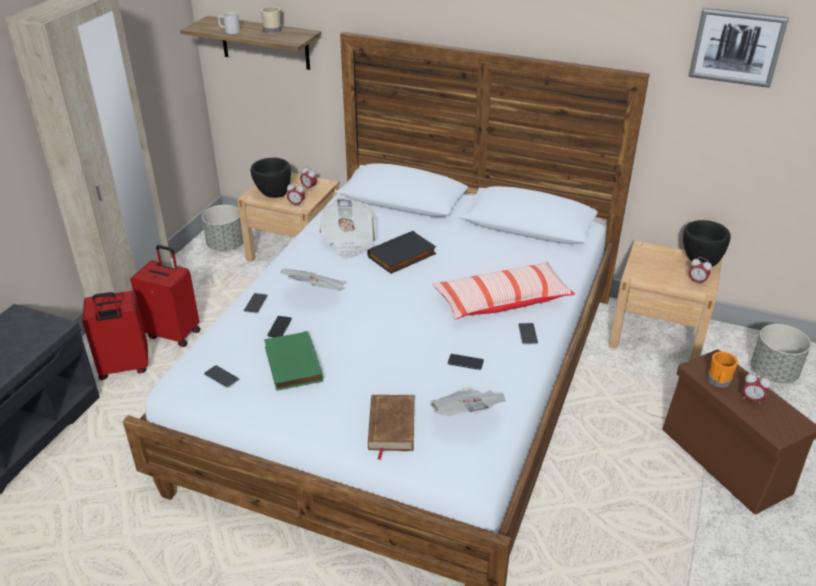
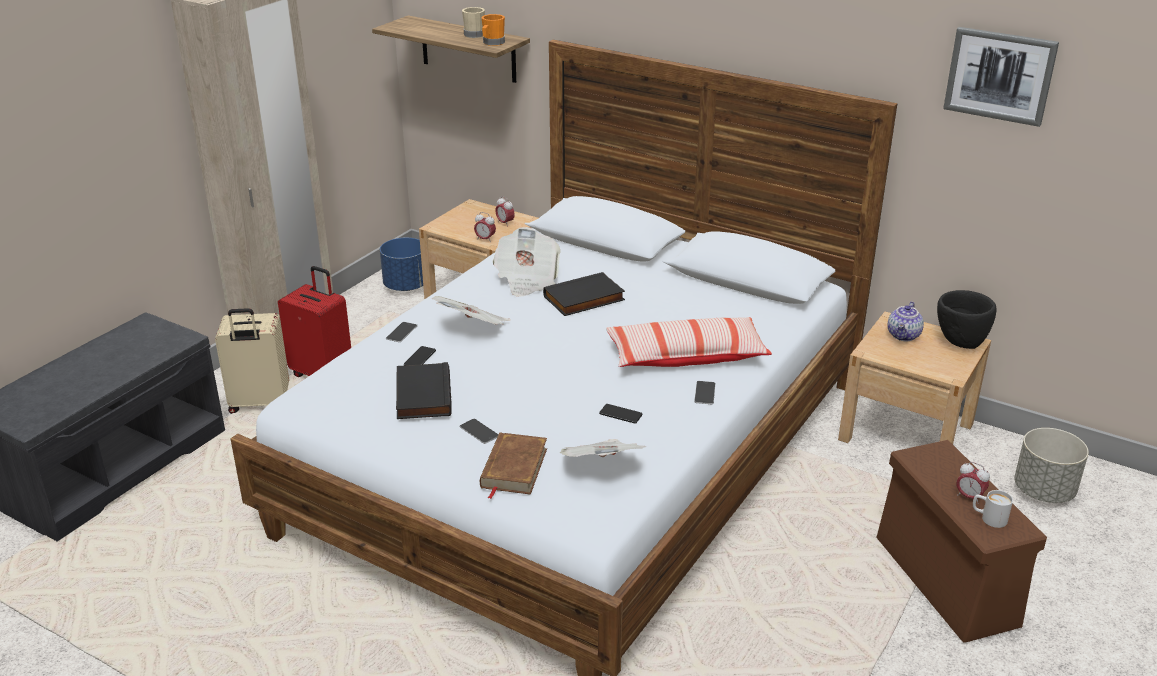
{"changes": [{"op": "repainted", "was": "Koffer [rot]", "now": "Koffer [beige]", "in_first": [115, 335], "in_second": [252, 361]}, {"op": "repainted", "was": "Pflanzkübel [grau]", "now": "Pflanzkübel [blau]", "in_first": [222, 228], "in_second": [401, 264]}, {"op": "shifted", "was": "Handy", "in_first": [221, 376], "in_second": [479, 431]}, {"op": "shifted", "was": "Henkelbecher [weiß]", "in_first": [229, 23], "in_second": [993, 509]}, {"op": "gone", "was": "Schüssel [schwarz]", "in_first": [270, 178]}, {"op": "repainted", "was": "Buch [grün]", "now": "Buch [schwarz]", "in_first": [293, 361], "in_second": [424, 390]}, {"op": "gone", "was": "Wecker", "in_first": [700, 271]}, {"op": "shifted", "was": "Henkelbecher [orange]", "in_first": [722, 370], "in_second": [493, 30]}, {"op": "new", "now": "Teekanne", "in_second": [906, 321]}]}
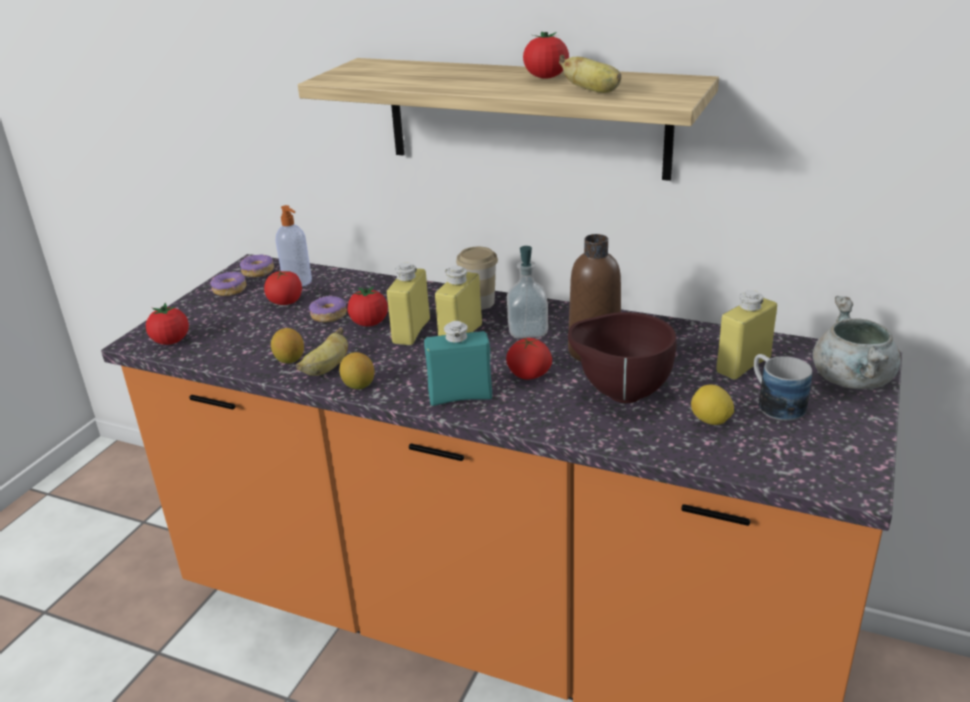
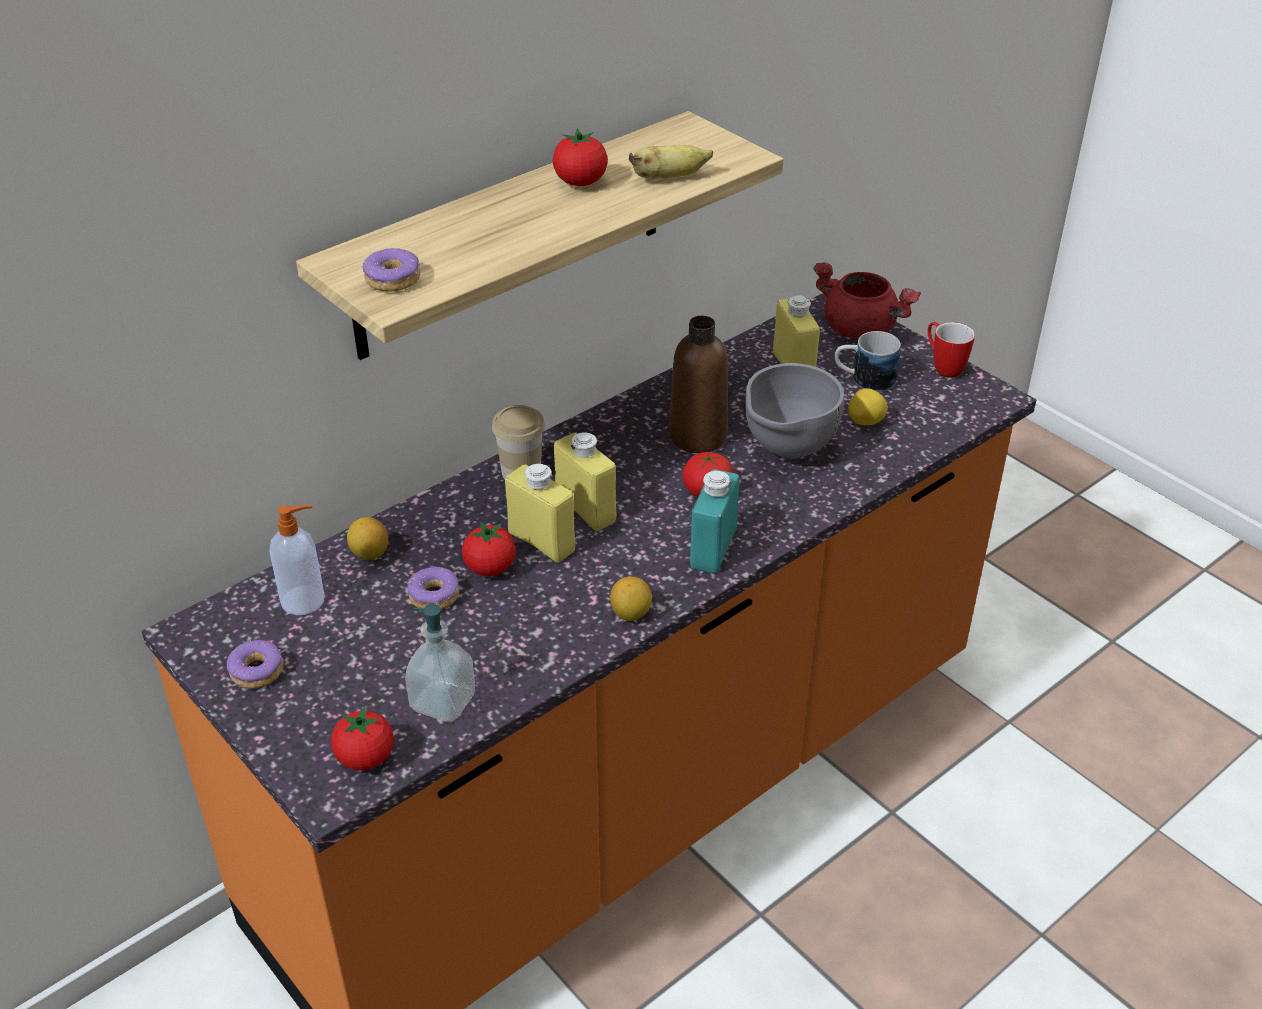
{"changes": [{"op": "shifted", "was": "Donut", "in_first": [257, 266], "in_second": [391, 270]}, {"op": "gone", "was": "Tomate", "in_first": [283, 288]}, {"op": "shifted", "was": "Zitrone", "in_first": [287, 345], "in_second": [367, 538]}, {"op": "gone", "was": "Banane", "in_first": [322, 352]}, {"op": "shifted", "was": "Seifenspender", "in_first": [527, 292], "in_second": [440, 663]}, {"op": "repainted", "was": "Schüssel [braun]", "now": "Schüssel [grau]", "in_first": [622, 357], "in_second": [794, 411]}, {"op": "repainted", "was": "Kochtopf [grau]", "now": "Kochtopf [rot]", "in_first": [857, 342], "in_second": [867, 300]}, {"op": "new", "now": "Henkelbecher", "in_second": [951, 350]}]}
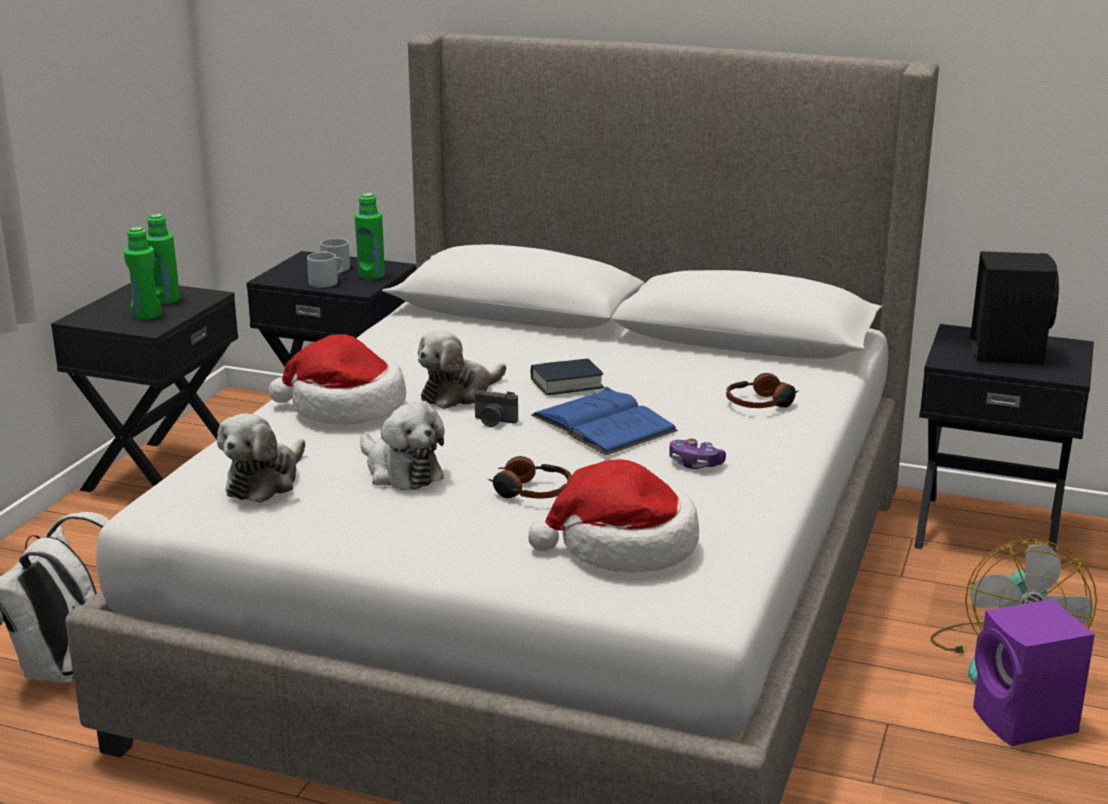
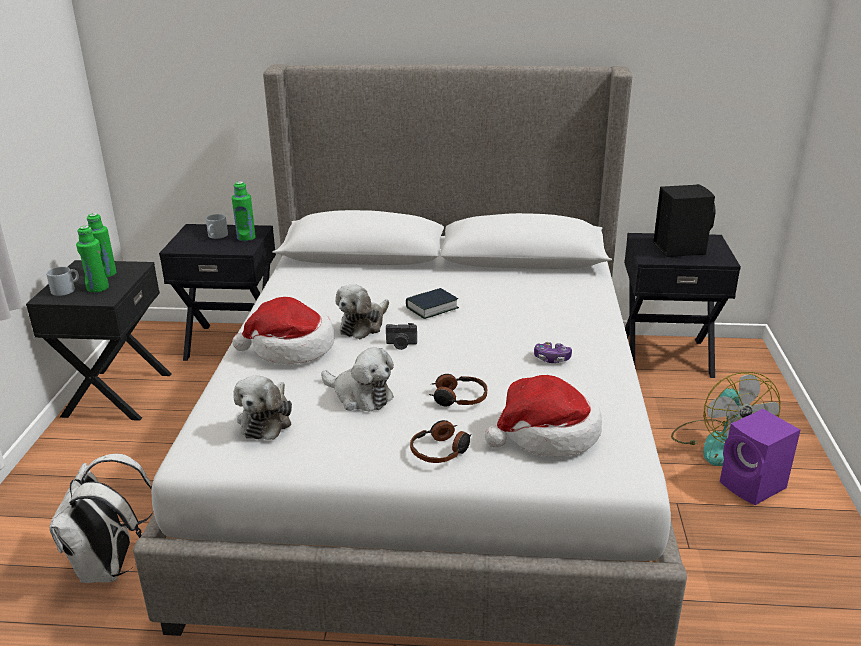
{"changes": [{"op": "shifted", "was": "Henkelbecher [grau]", "in_first": [326, 270], "in_second": [62, 281]}, {"op": "gone", "was": "Buch [blau]", "in_first": [604, 420]}, {"op": "shifted", "was": "Kopfhörer", "in_first": [762, 390], "in_second": [441, 441]}]}
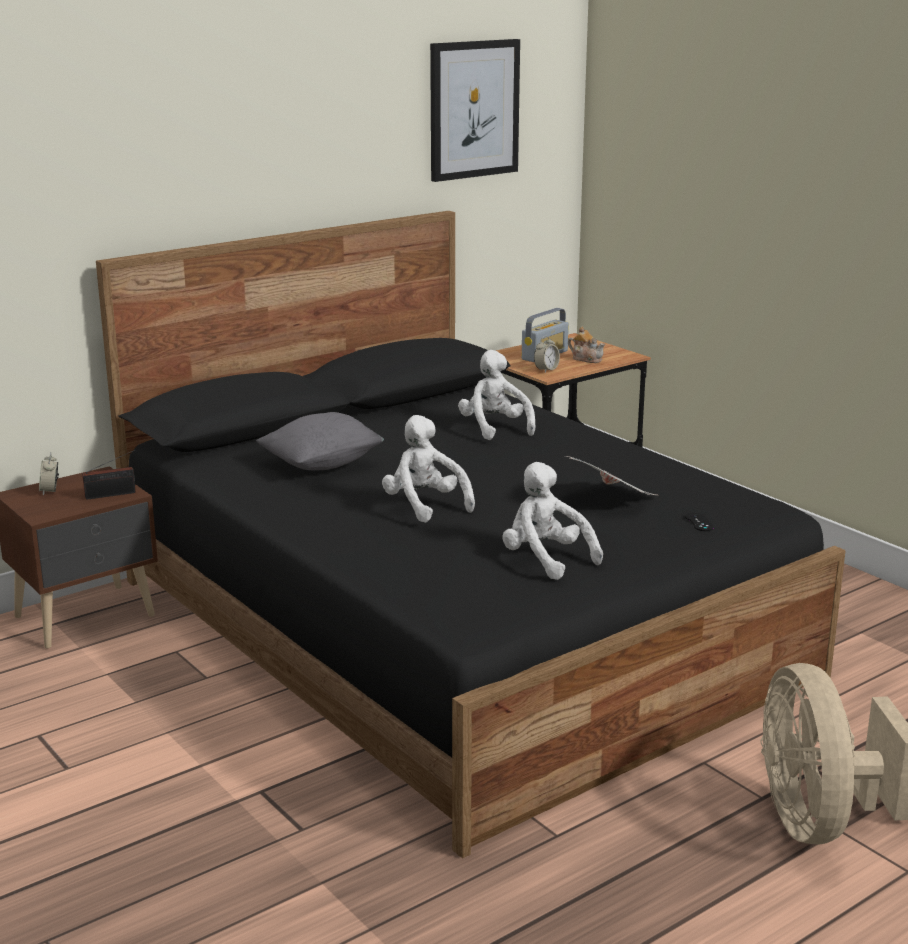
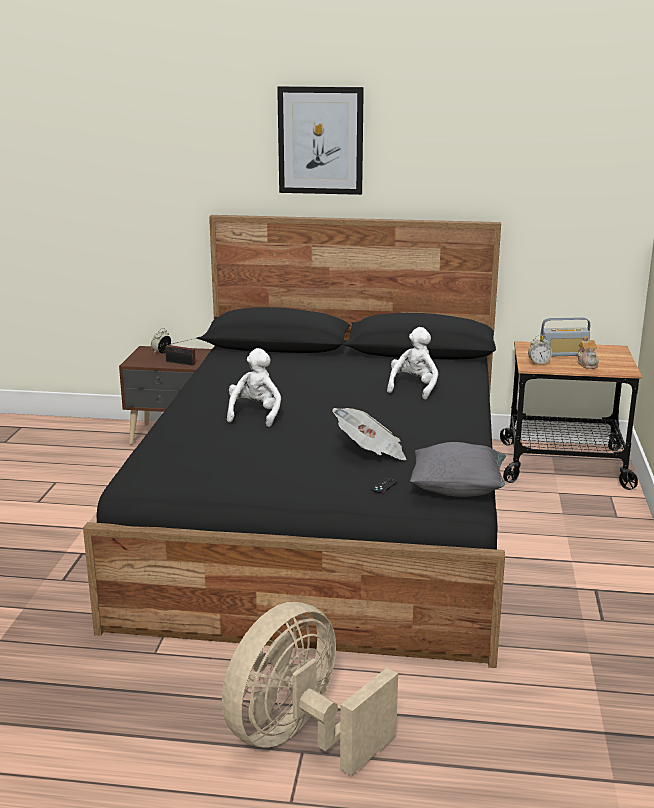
{"changes": [{"op": "shifted", "was": "Kissen [grau]", "in_first": [320, 441], "in_second": [458, 469]}, {"op": "shifted", "was": "Bild", "in_first": [475, 110], "in_second": [320, 140]}, {"op": "gone", "was": "Plüschtier [weiß]", "in_first": [552, 521]}]}
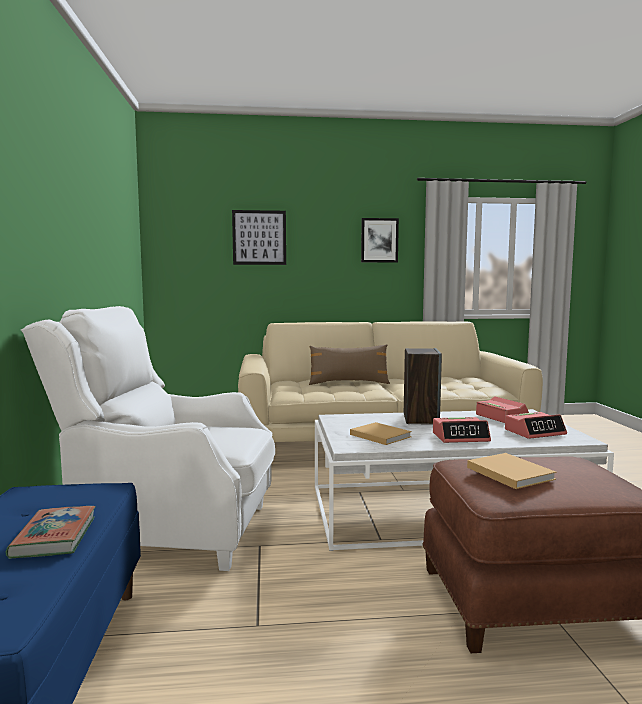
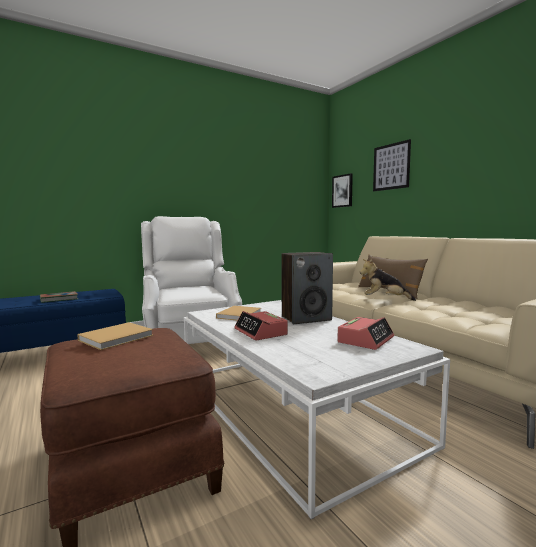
{"changes": [{"op": "shifted", "was": "Bild", "in_first": [380, 240], "in_second": [342, 190]}, {"op": "gone", "was": "Wecker", "in_first": [536, 425]}, {"op": "new", "now": "Plüschtier", "in_second": [388, 280]}]}
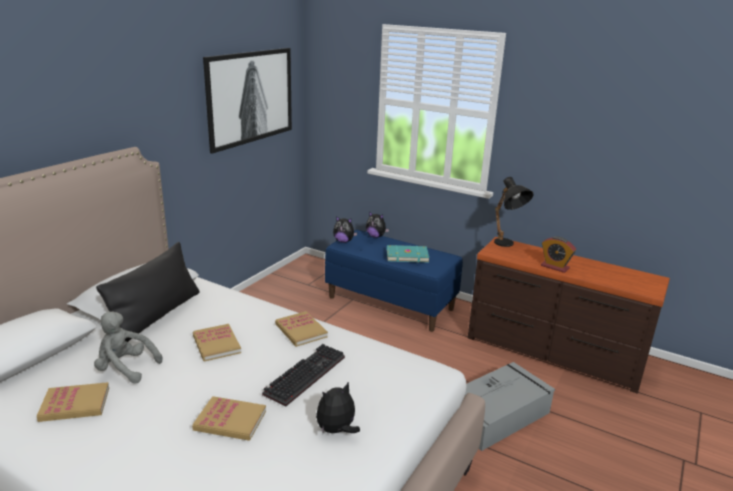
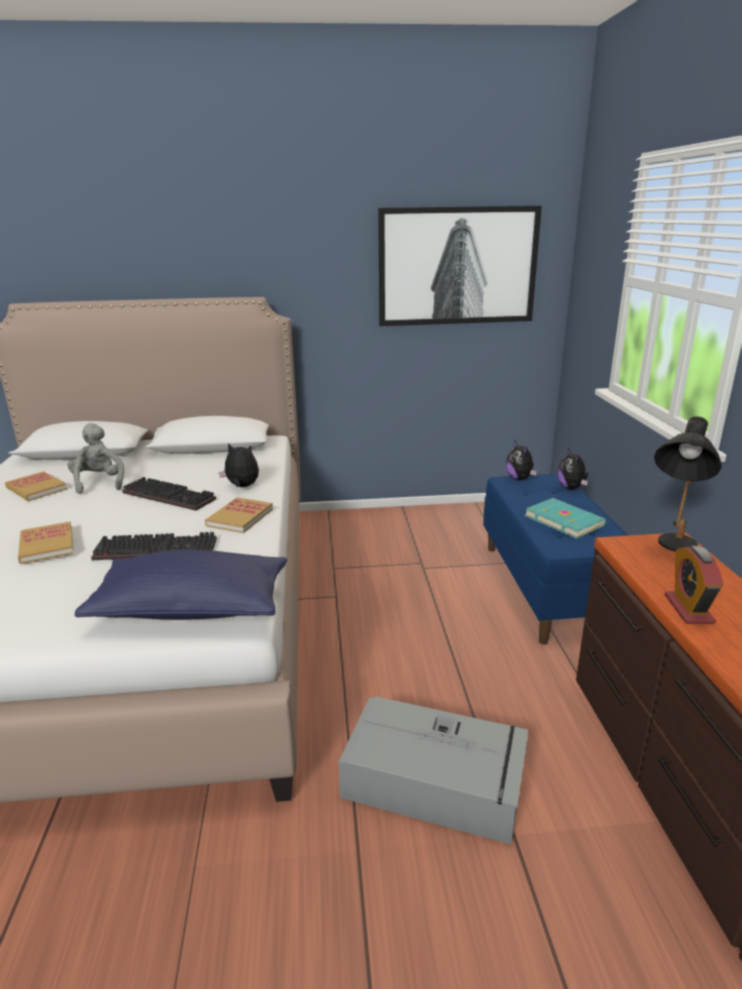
{"changes": [{"op": "gone", "was": "Kissen [schwarz]", "in_first": [148, 292]}, {"op": "swapped", "was": "Buch", "now": "Tastatur", "in_first": [217, 343], "in_second": [169, 494]}, {"op": "shifted", "was": "Plüschtier", "in_first": [338, 407], "in_second": [239, 465]}, {"op": "new", "now": "Kissen [blau]", "in_second": [180, 584]}]}
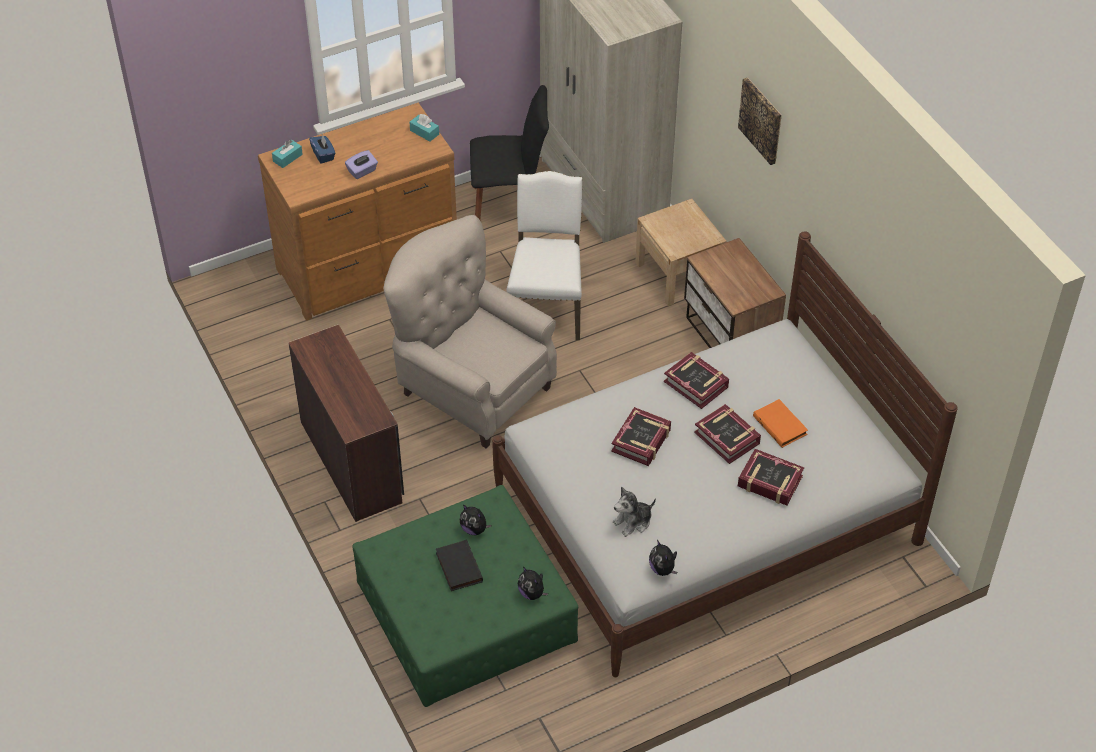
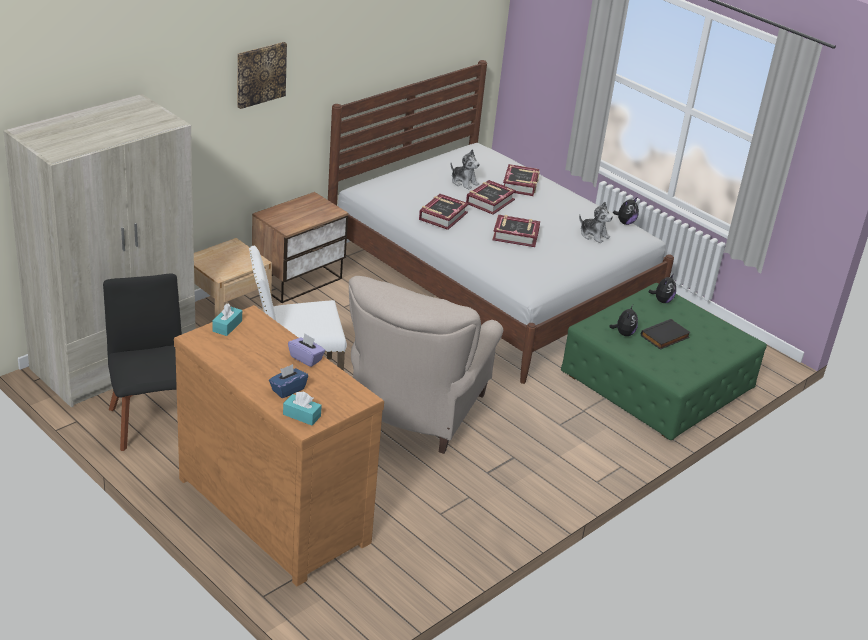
{"changes": [{"op": "gone", "was": "Schreibtisch [braun]", "in_first": [346, 423]}, {"op": "swapped", "was": "Buch [orange]", "now": "Plüschtier", "in_first": [780, 423], "in_second": [465, 169]}]}
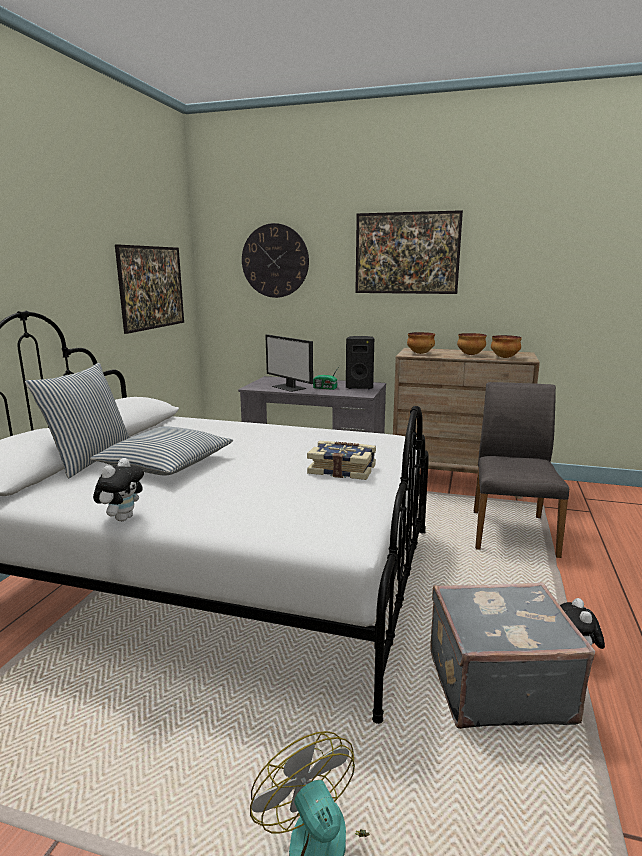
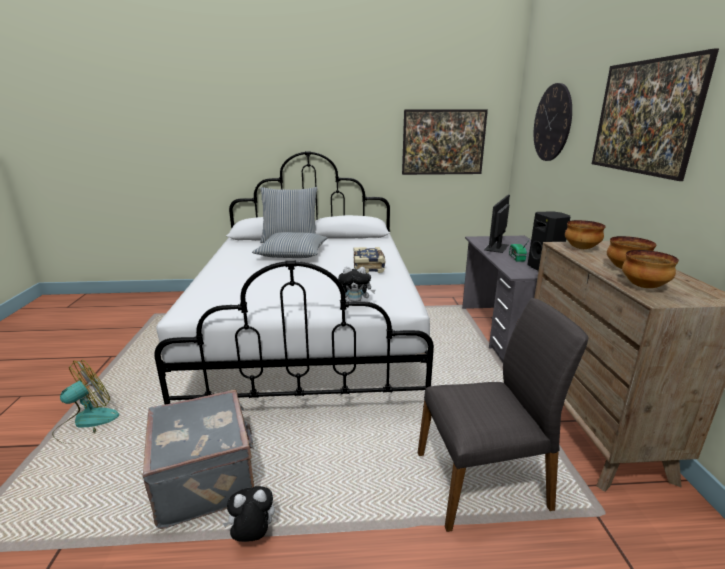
{"changes": [{"op": "shifted", "was": "Plüschtier", "in_first": [118, 489], "in_second": [356, 284]}, {"op": "shifted", "was": "Buch", "in_first": [341, 460], "in_second": [369, 260]}]}
